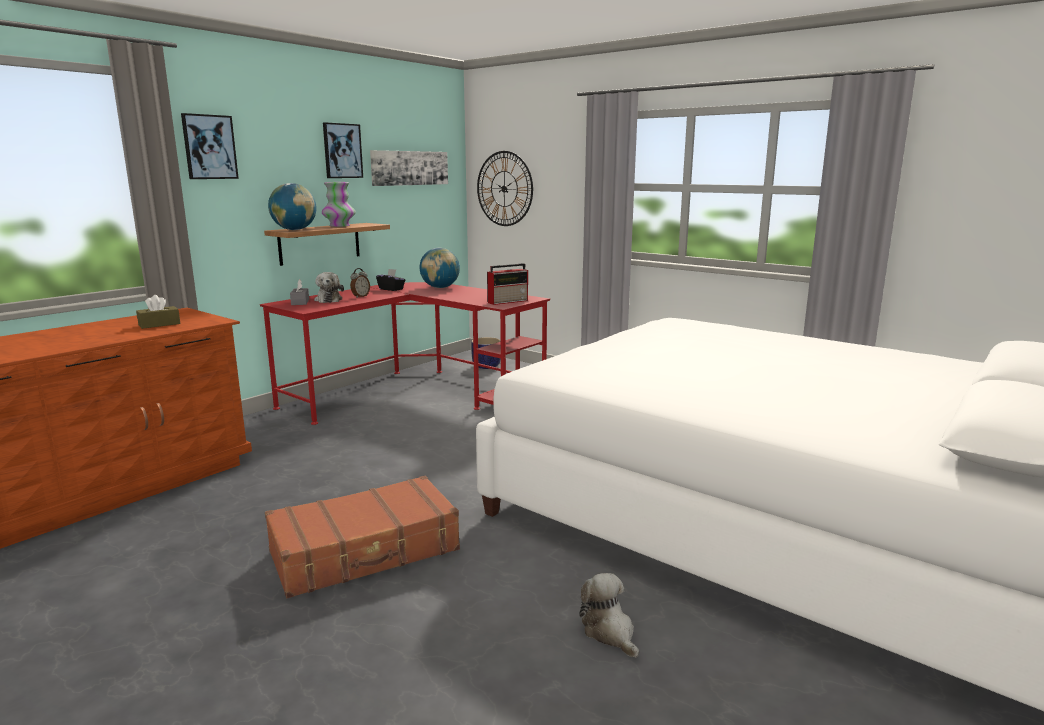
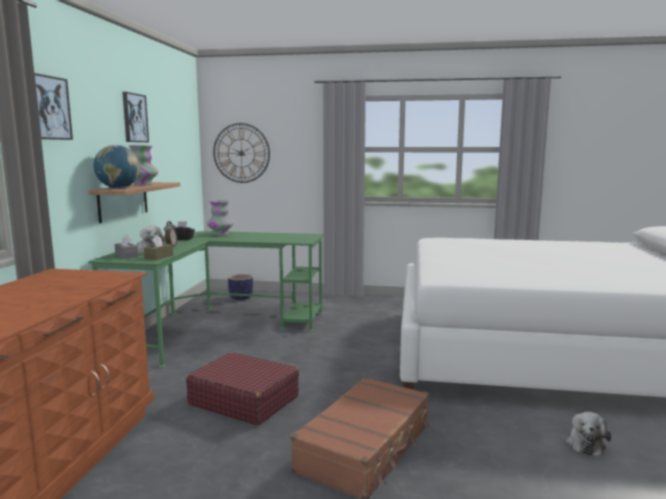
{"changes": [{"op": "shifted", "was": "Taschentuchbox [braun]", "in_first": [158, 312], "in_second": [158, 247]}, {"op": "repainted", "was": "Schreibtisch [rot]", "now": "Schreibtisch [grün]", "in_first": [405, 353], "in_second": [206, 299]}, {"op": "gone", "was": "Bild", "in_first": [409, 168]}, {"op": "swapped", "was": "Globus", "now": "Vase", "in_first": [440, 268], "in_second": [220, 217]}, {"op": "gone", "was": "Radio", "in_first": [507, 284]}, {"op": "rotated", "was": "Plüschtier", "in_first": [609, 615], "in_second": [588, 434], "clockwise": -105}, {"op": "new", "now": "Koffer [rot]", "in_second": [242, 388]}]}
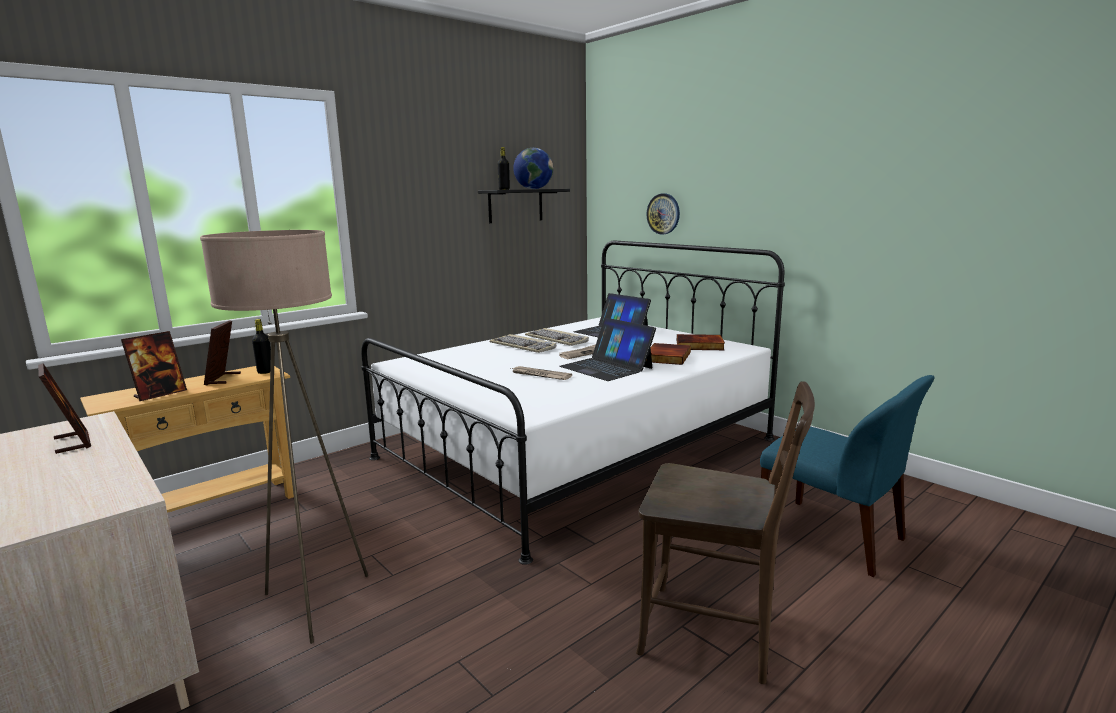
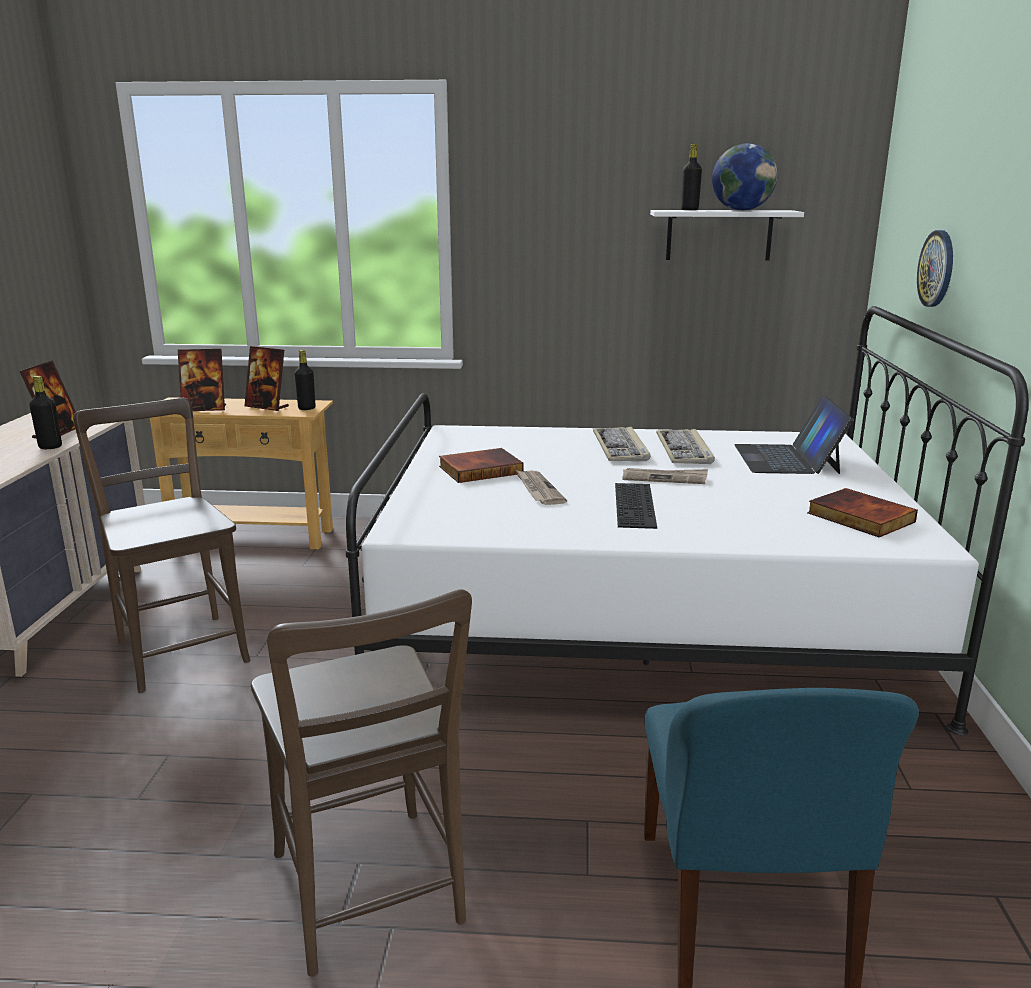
{"changes": [{"op": "swapped", "was": "Stehlampe [beige]", "now": "Stuhl [braun]", "in_first": [284, 437], "in_second": [161, 545]}, {"op": "rotated", "was": "Bilderrahmen", "in_first": [222, 352], "in_second": [267, 378], "clockwise": -105}, {"op": "repainted", "was": "Wandregal [schwarz]", "now": "Wandregal [weiß]", "in_first": [524, 206], "in_second": [727, 235]}, {"op": "swapped", "was": "Laptop", "now": "Tastatur", "in_first": [607, 349], "in_second": [636, 506]}, {"op": "shifted", "was": "Buch", "in_first": [668, 354], "in_second": [481, 465]}, {"op": "new", "now": "Flasche [schwarz]", "in_second": [45, 412]}]}
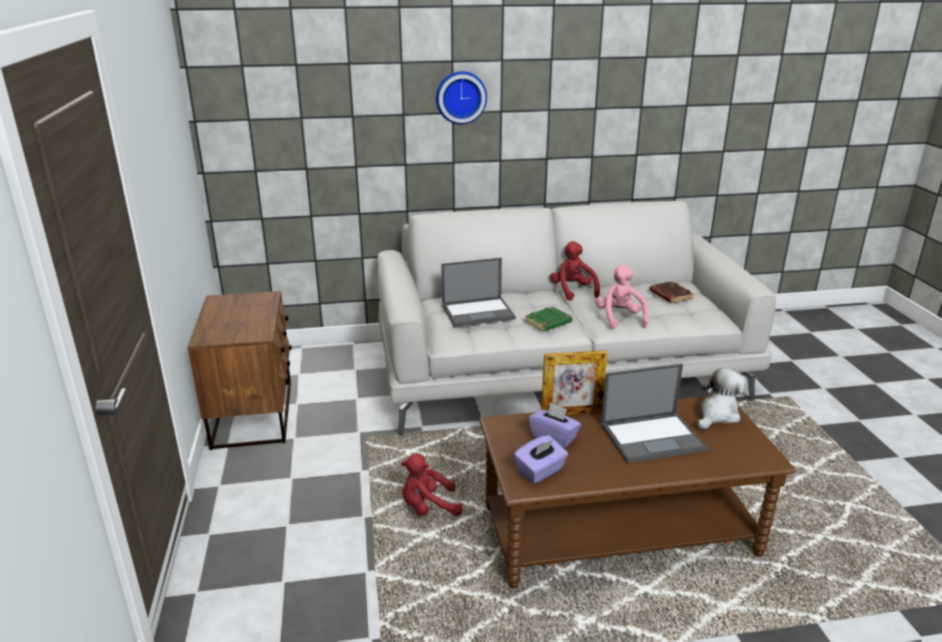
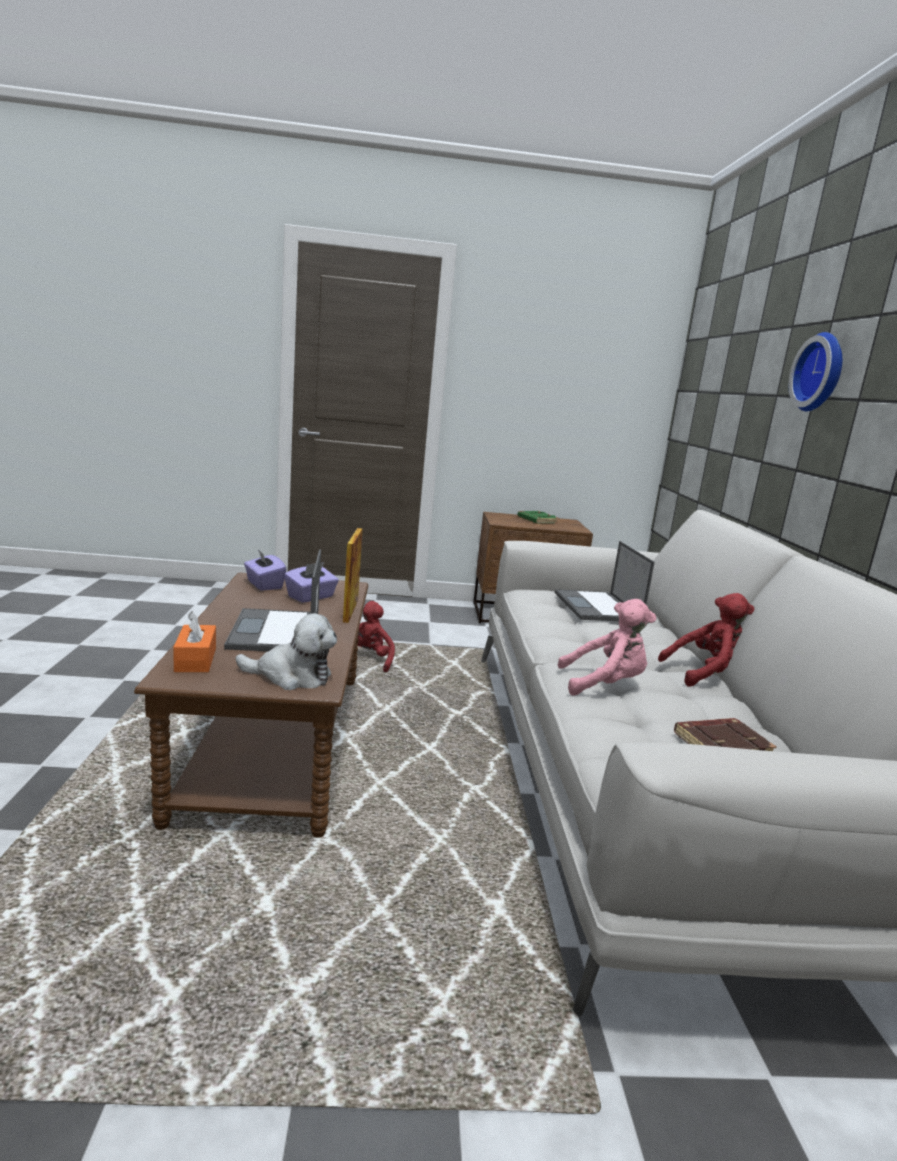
{"changes": [{"op": "shifted", "was": "Buch [grün]", "in_first": [549, 318], "in_second": [537, 517]}, {"op": "rotated", "was": "Plüschtier", "in_first": [722, 398], "in_second": [286, 651], "clockwise": -45}, {"op": "new", "now": "Taschentuchbox [orange]", "in_second": [194, 641]}]}
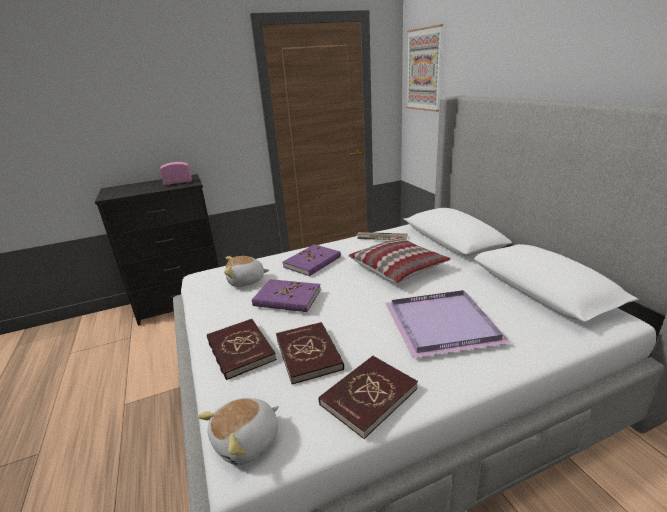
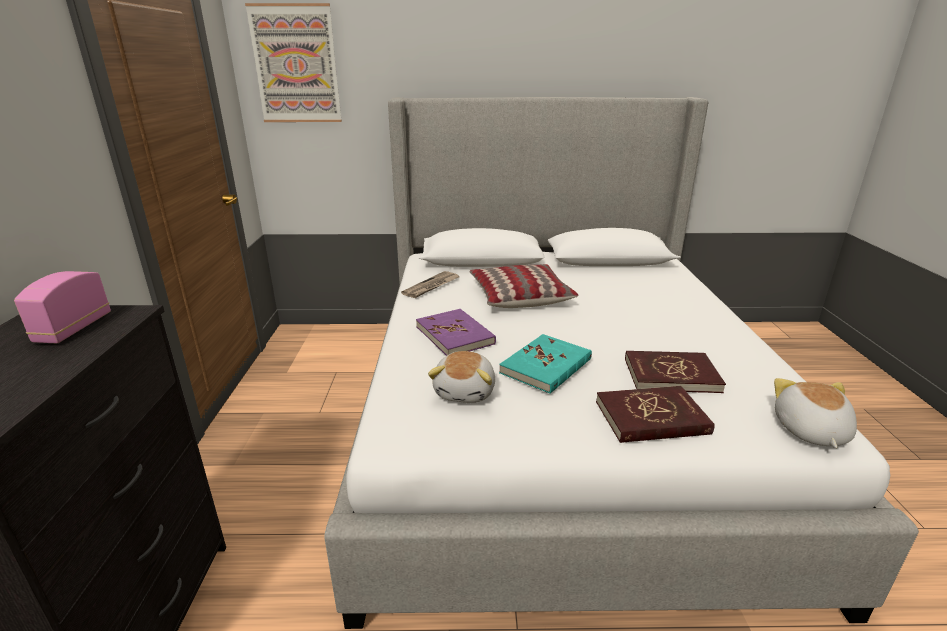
{"changes": [{"op": "rotated", "was": "Plüschtier", "in_first": [238, 431], "in_second": [815, 413], "clockwise": -150}, {"op": "repainted", "was": "Buch [lila]", "now": "Buch [türkis]", "in_first": [286, 295], "in_second": [545, 364]}, {"op": "gone", "was": "Buch [rot]", "in_first": [368, 397]}, {"op": "gone", "was": "Tablett [lila]", "in_first": [448, 324]}]}
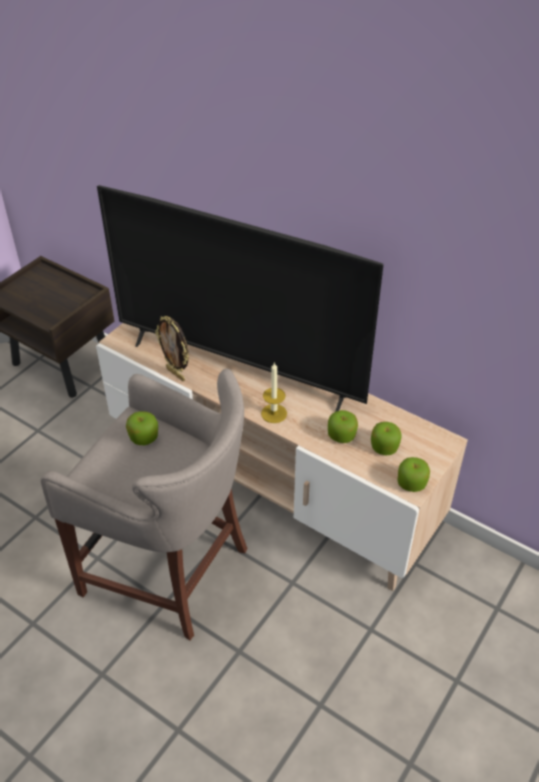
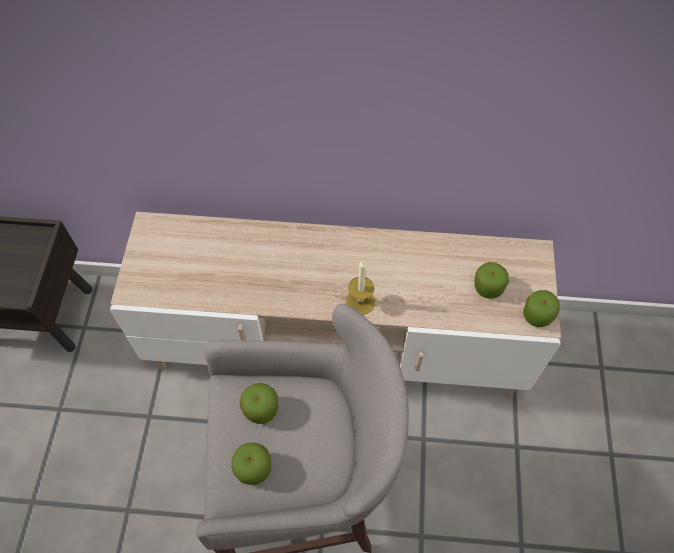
{"changes": [{"op": "gone", "was": "Fernseher", "in_first": [240, 298]}, {"op": "gone", "was": "Bilderrahmen", "in_first": [172, 348]}, {"op": "shifted", "was": "Apfel", "in_first": [343, 426], "in_second": [251, 464]}]}
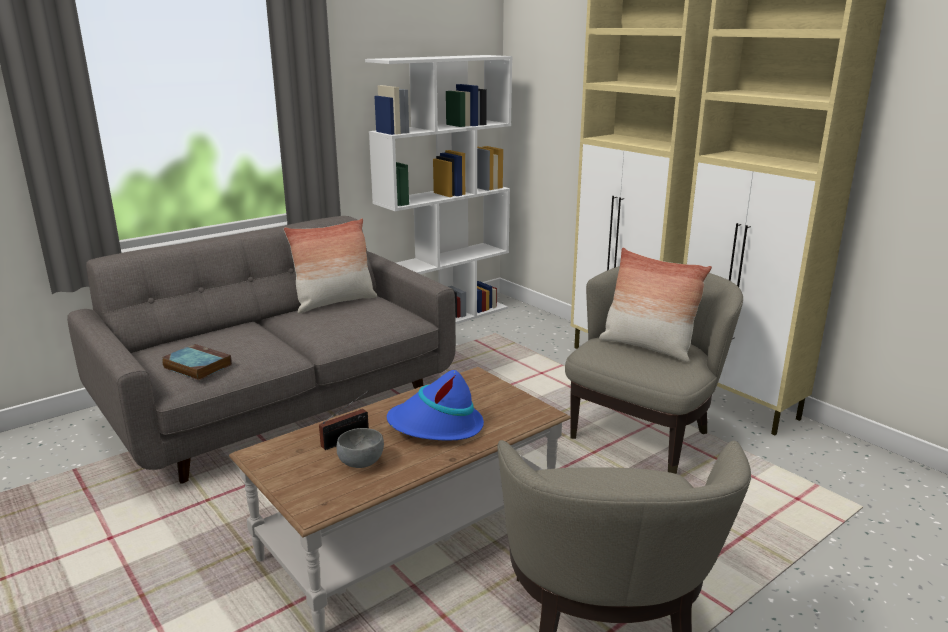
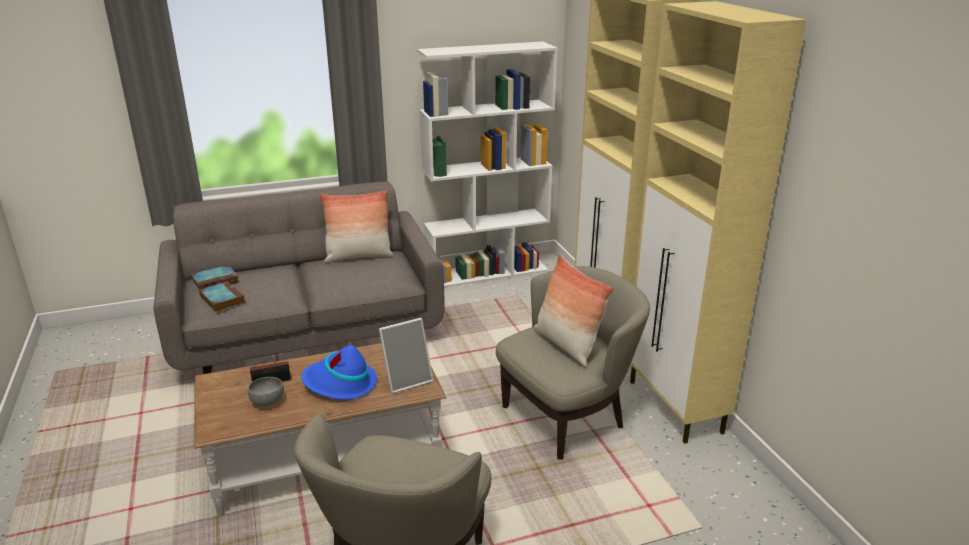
{"changes": [{"op": "new", "now": "Buch", "in_second": [214, 278]}, {"op": "new", "now": "Bilderrahmen", "in_second": [406, 356]}]}
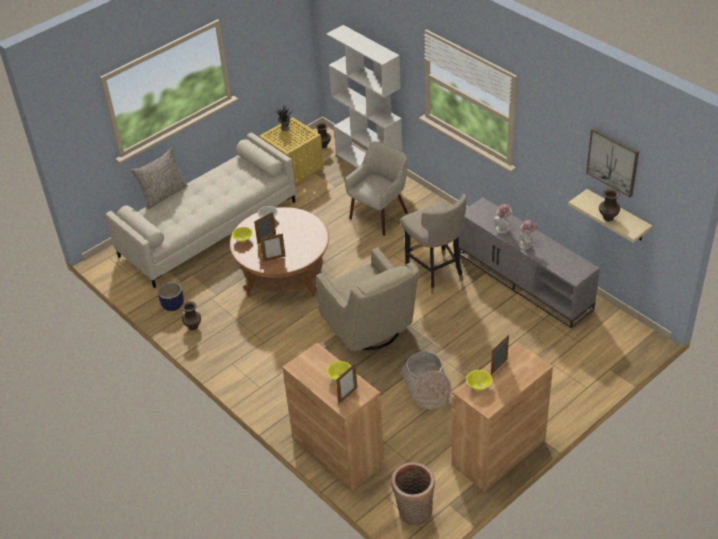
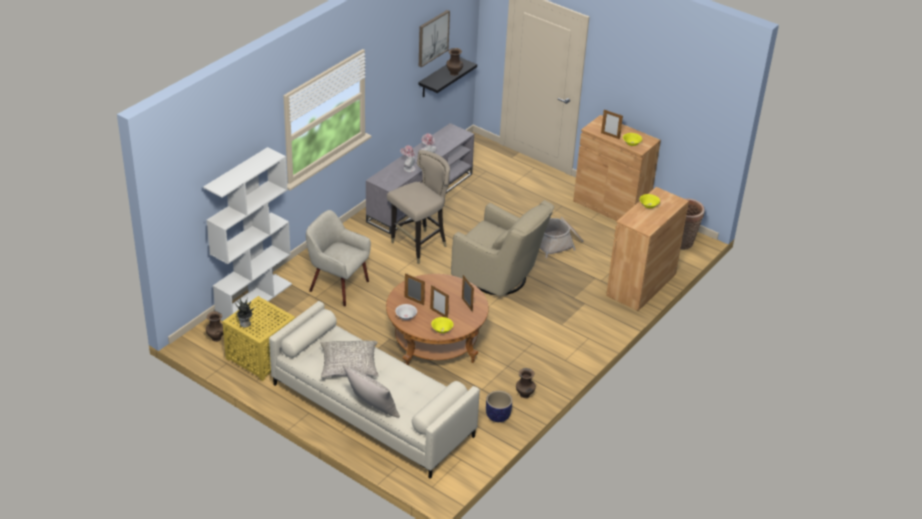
{"changes": [{"op": "rotated", "was": "Sessel [beige]", "in_first": [367, 299], "in_second": [502, 248], "clockwise": 75}, {"op": "shifted", "was": "Bilderrahmen", "in_first": [346, 383], "in_second": [415, 289]}, {"op": "repainted", "was": "Wandregal [beige]", "now": "Wandregal [schwarz]", "in_first": [610, 216], "in_second": [447, 77]}, {"op": "new", "now": "Kissen [grau]", "in_second": [349, 359]}]}
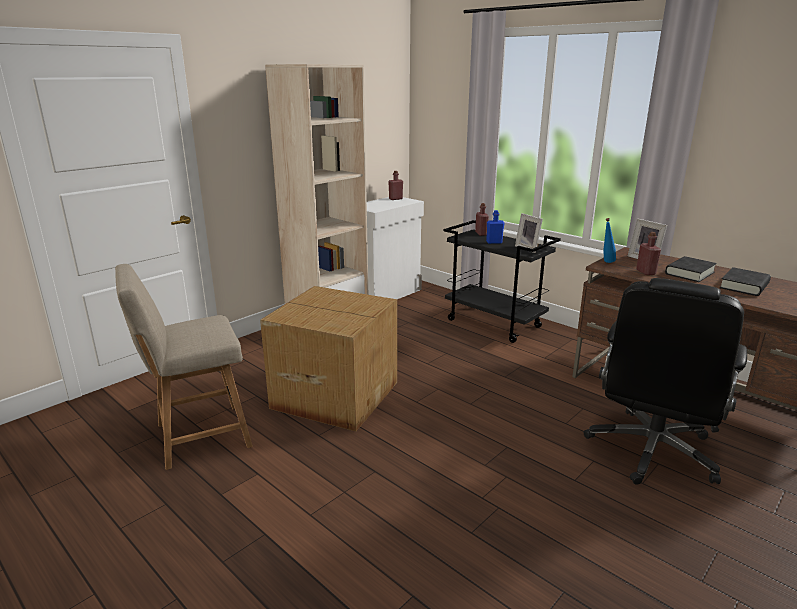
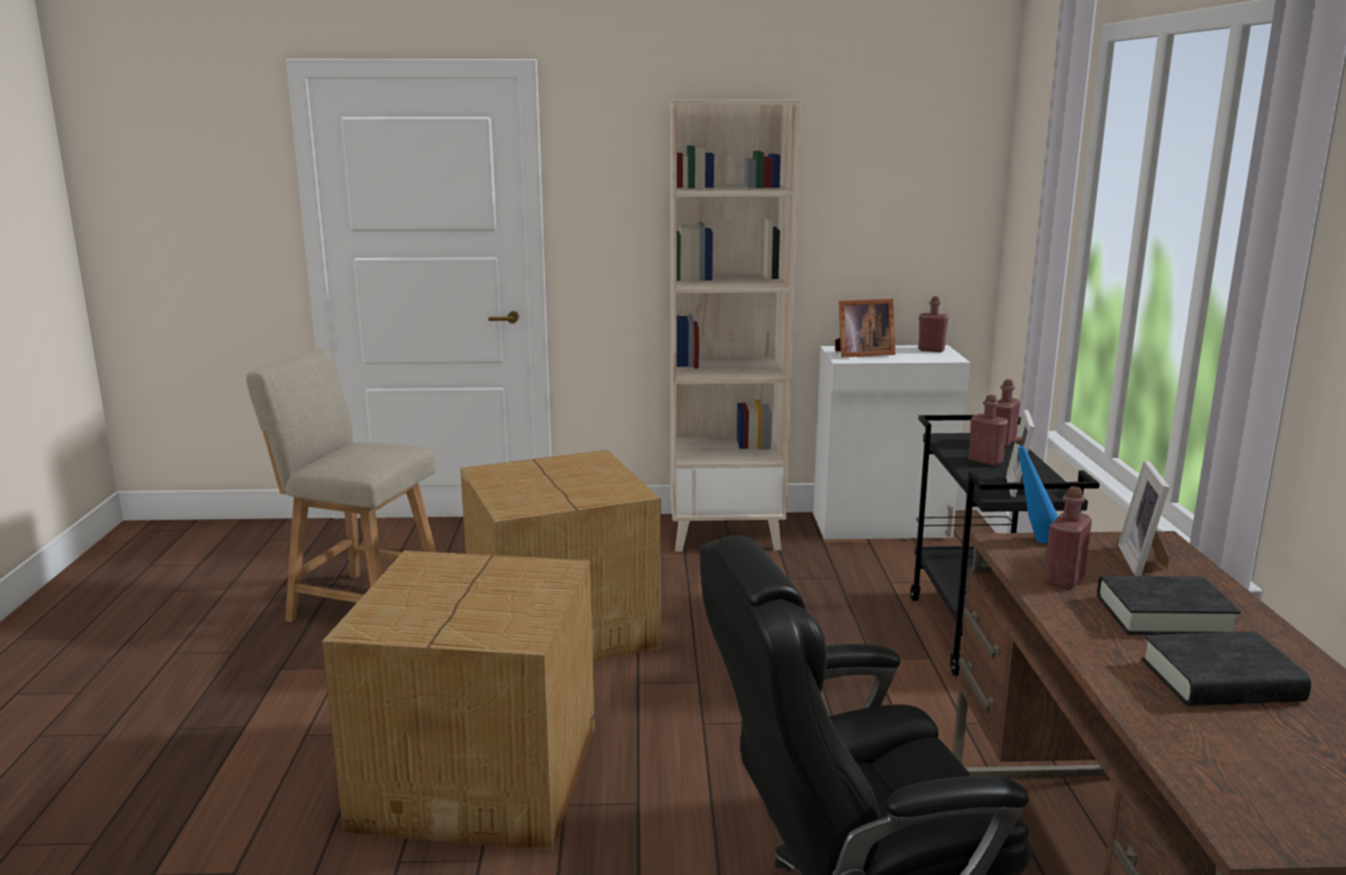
{"changes": [{"op": "repainted", "was": "Flasche [blau]", "now": "Flasche [rot]", "in_first": [495, 227], "in_second": [988, 430]}, {"op": "new", "now": "Karton", "in_second": [458, 701]}, {"op": "new", "now": "Bilderrahmen", "in_second": [865, 328]}]}
